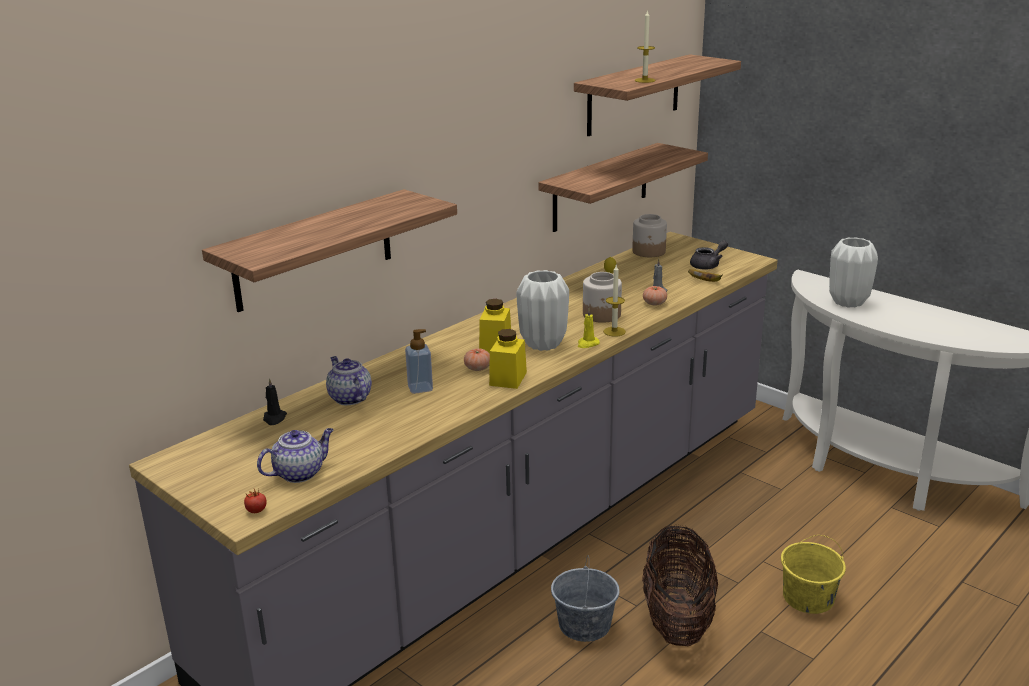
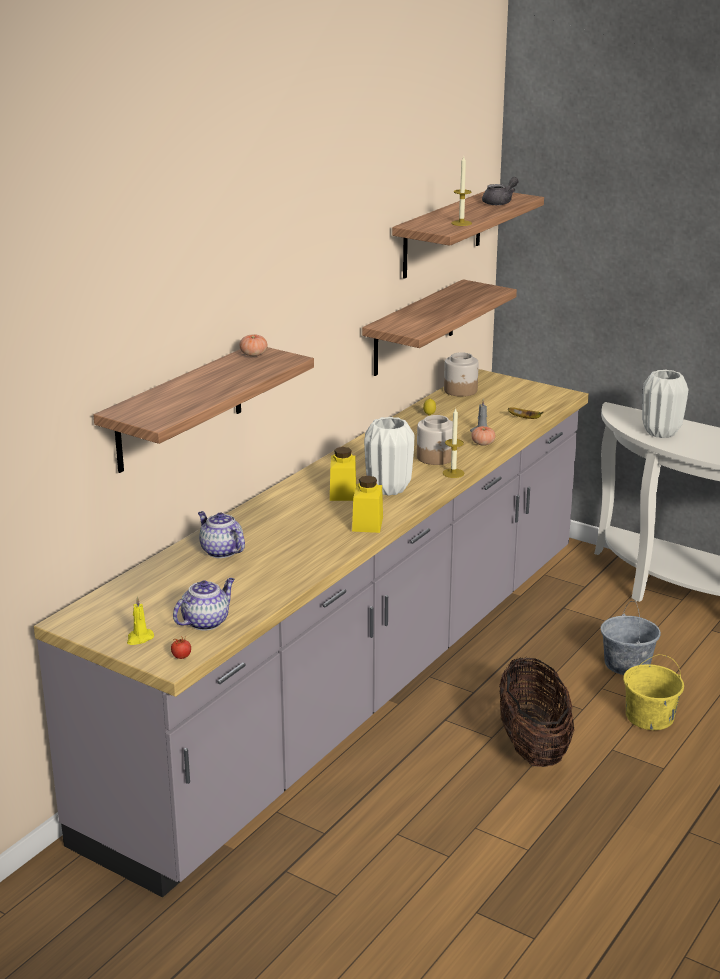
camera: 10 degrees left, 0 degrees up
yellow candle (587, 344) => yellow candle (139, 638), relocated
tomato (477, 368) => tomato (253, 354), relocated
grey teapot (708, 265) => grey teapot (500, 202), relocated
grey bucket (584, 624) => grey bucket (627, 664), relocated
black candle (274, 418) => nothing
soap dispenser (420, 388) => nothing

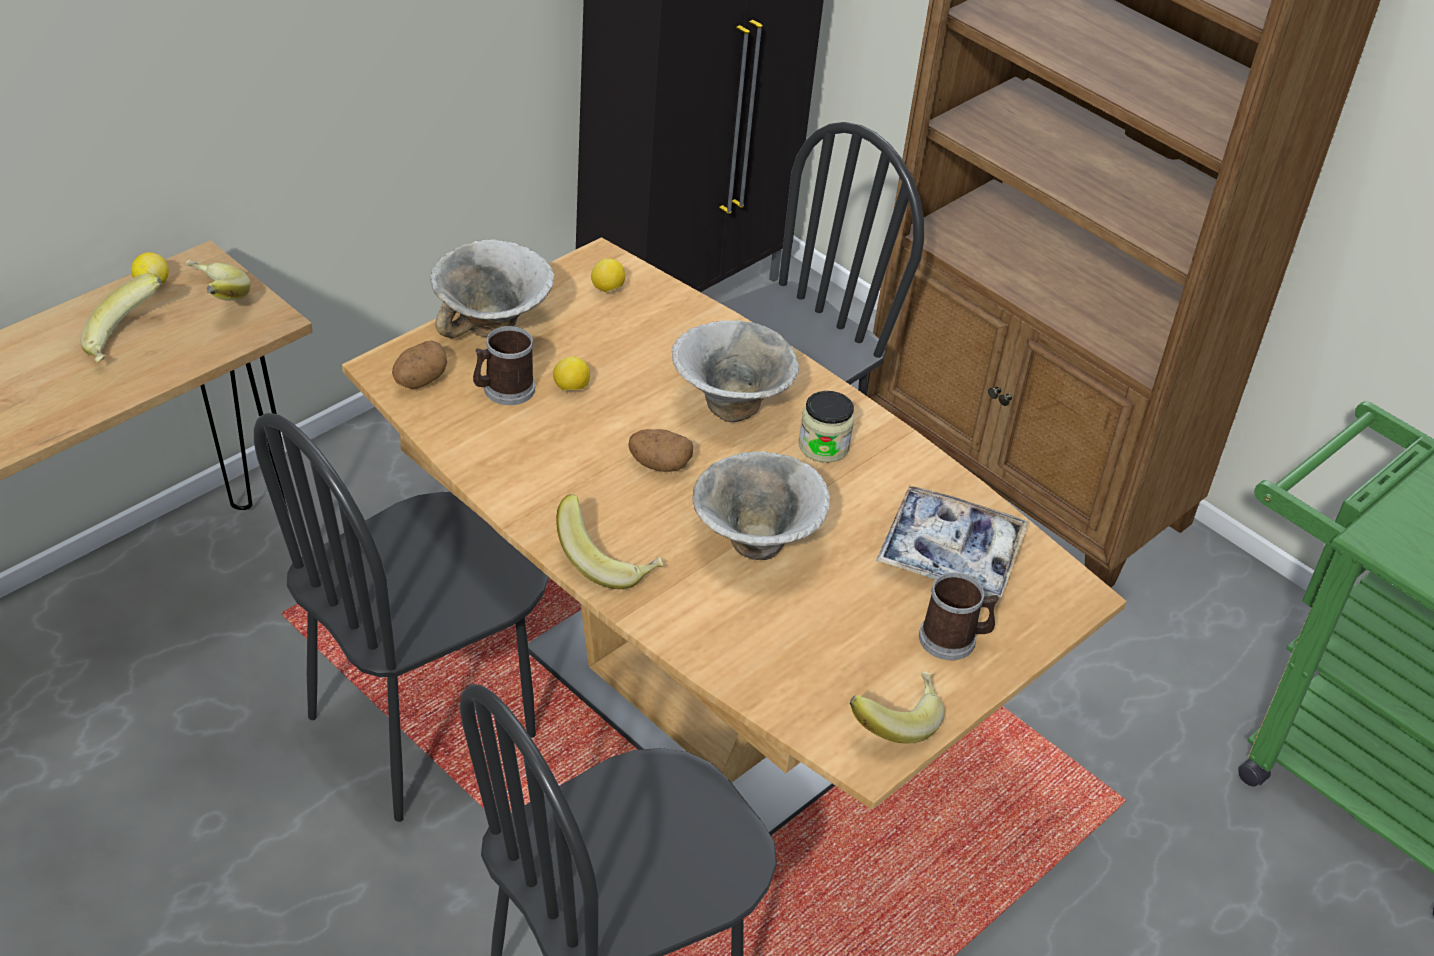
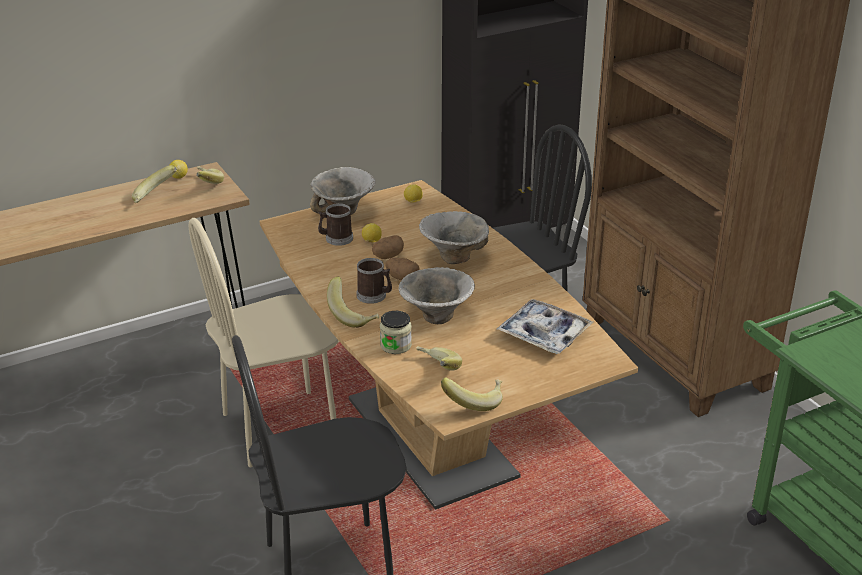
camera: 20 degrees right, 10 degrees down
black chair (422, 728) => beige chair (280, 427)
mug (954, 639) => mug (374, 296), relocated
potato (419, 380) => potato (387, 256), relocated
jar (823, 446) => jar (396, 345), relocated
nothing => banana (436, 370)

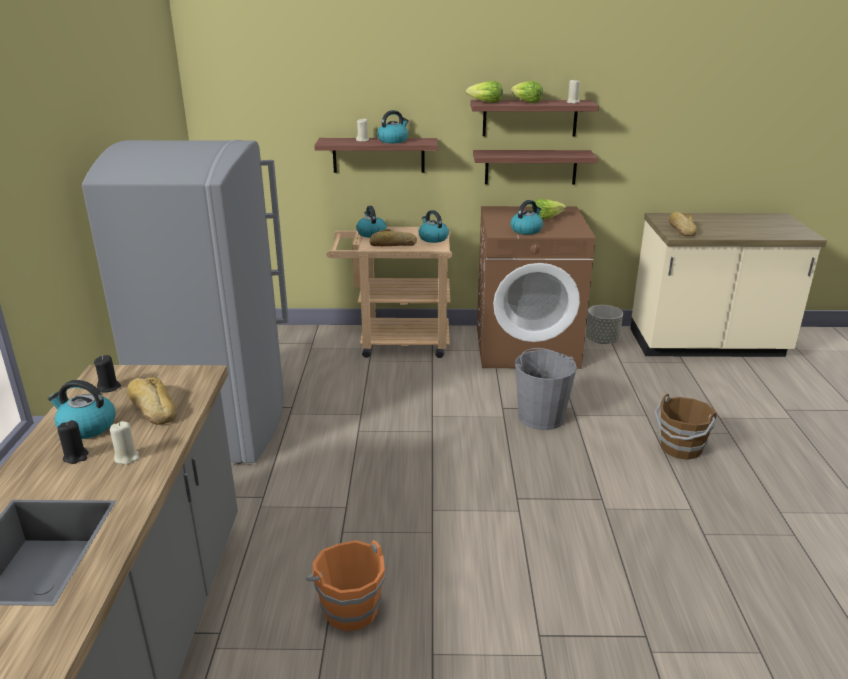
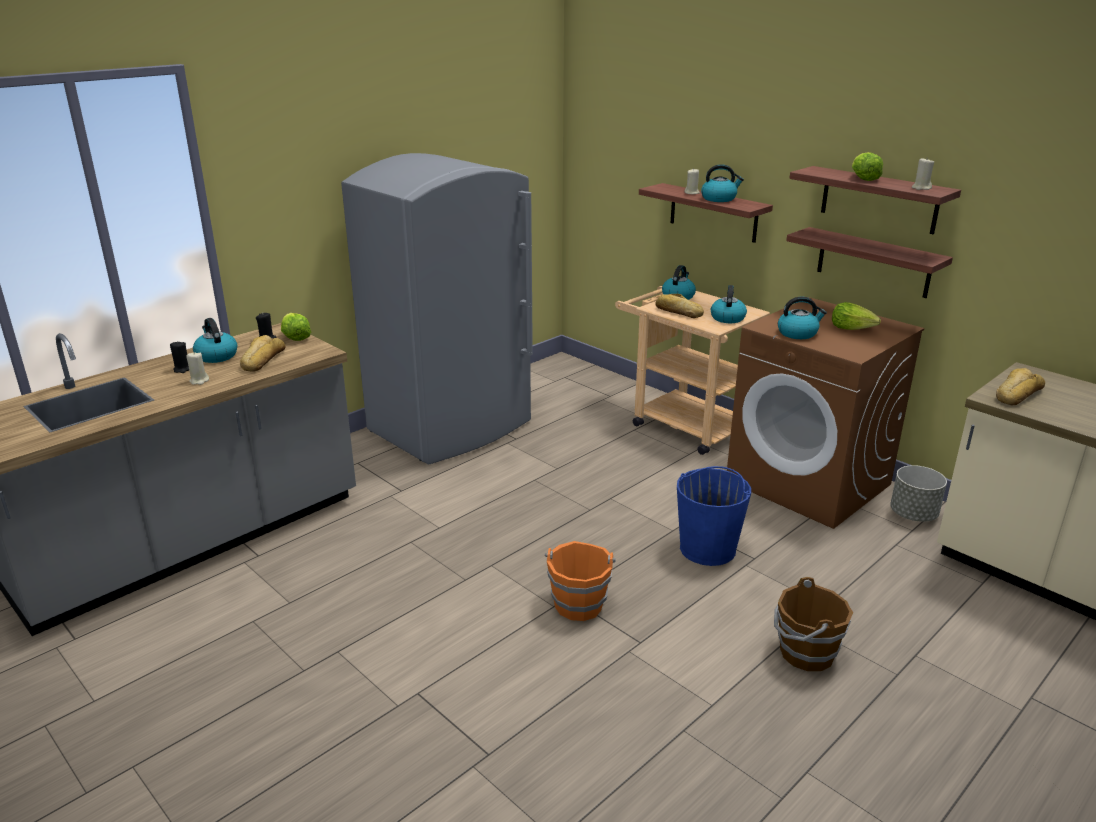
camera: 45 degrees right, 0 degrees up
lettuce (485, 102) => lettuce (295, 337), relocated
orange bucket (349, 609) => orange bucket (579, 603), relocated
grey bucket (541, 417) => blue bucket (708, 548)

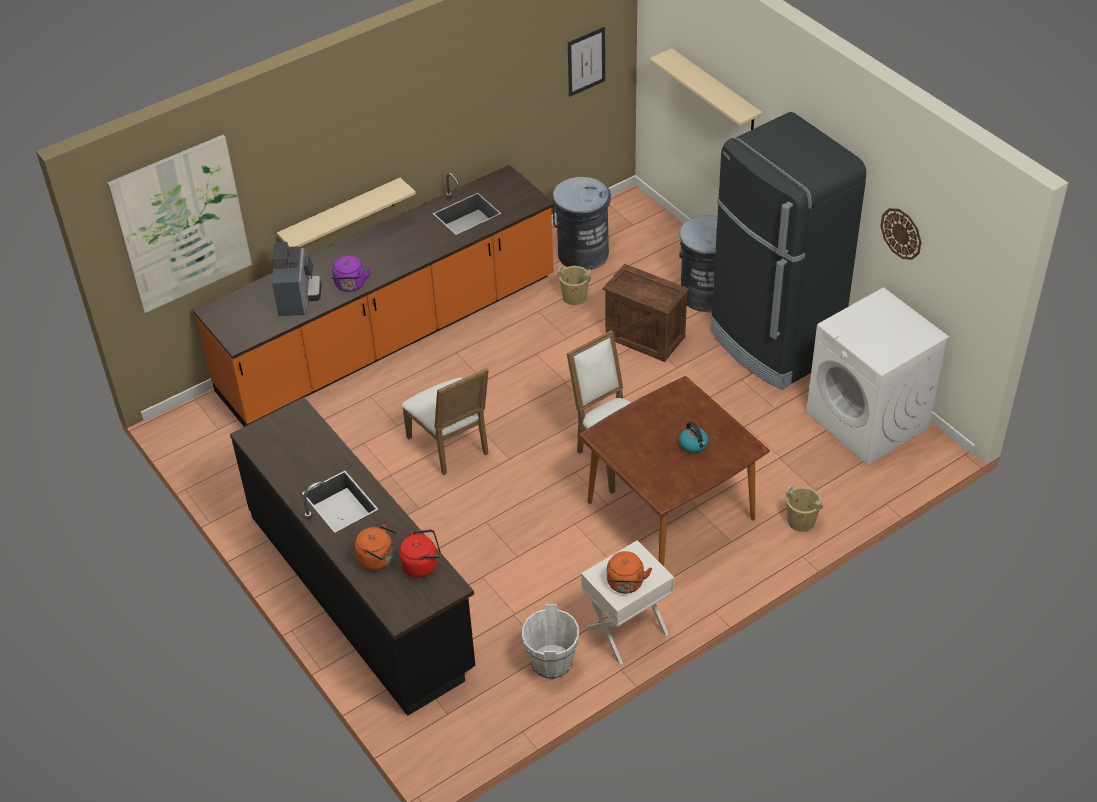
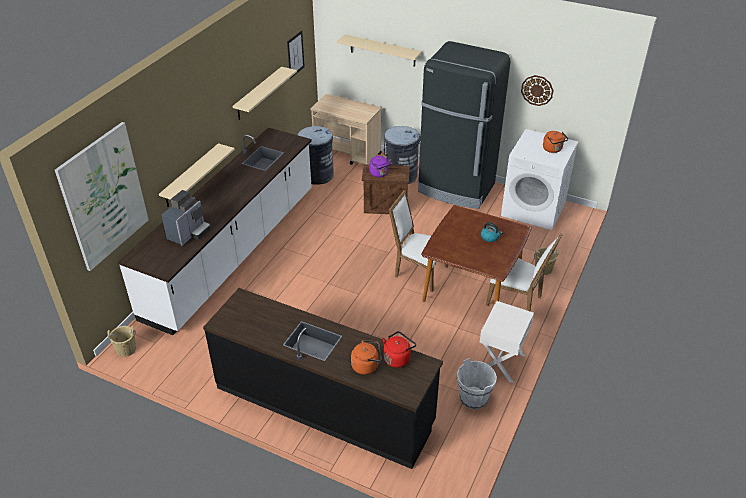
camera: 30 degrees left, 5 degrees down
beige bucket (574, 297) => beige bucket (126, 349), relocated
orange counter (390, 336) => white counter (233, 251)
coffee machine (298, 298) => coffee machine (189, 233), 60 degrees clockwise
nothing => beige shelf (258, 93)
nothing => beige cart (347, 154)
purple kettle (350, 285) => purple kettle (380, 174), relocated
white chair (452, 447) => white chair (517, 300), relocated
orange kettle (625, 584) => orange kettle (553, 149), relocated

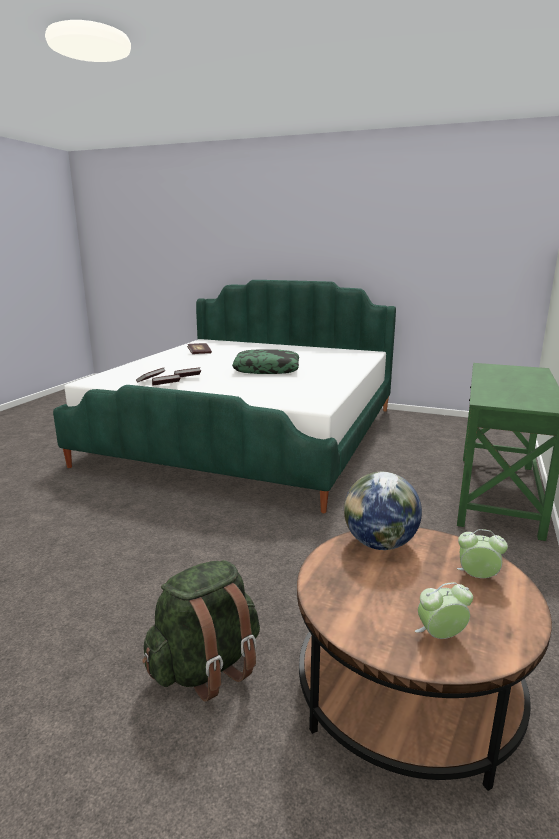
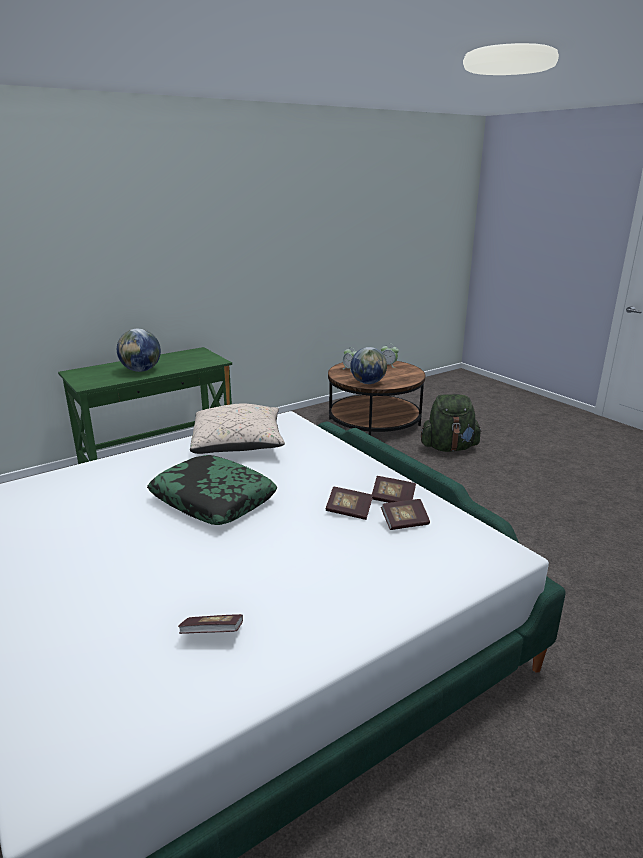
camera: 145 degrees left, 5 degrees up
nothing => globe (141, 370)
nothing => beige pillow (238, 444)

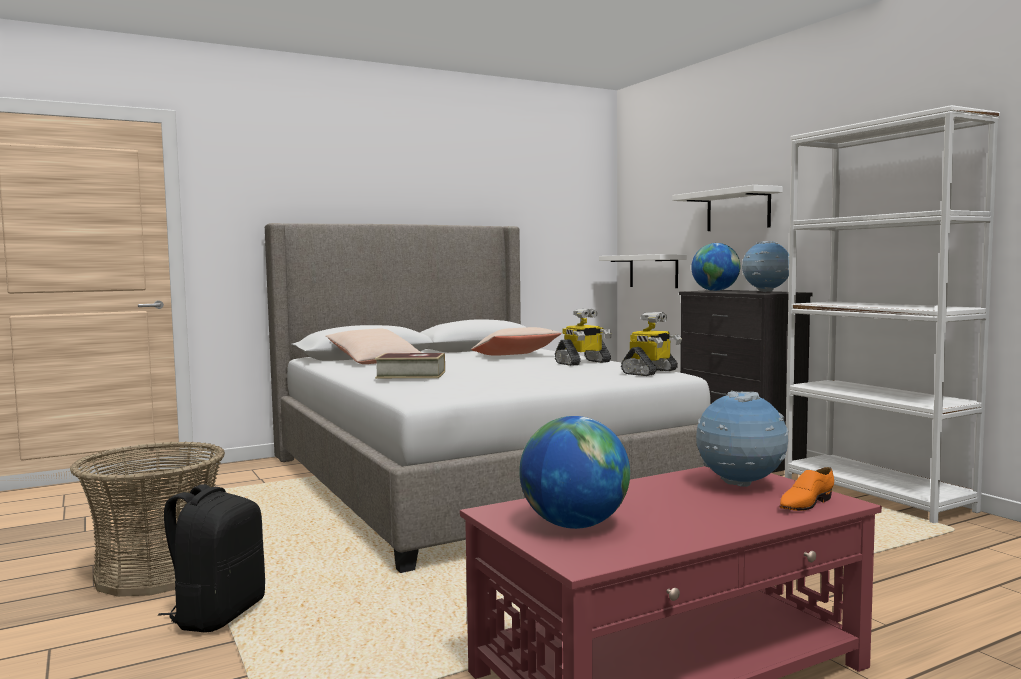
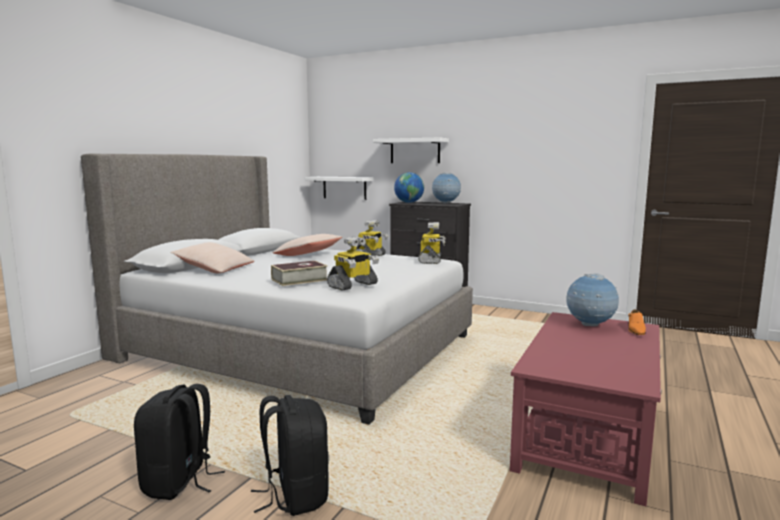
camera: 35 degrees left, 5 degrees up
basket (156, 572) => black backpack (179, 482)
nothing => toy robot (353, 285)
globe (574, 525) => nothing
white bookcase (876, 495) => nothing

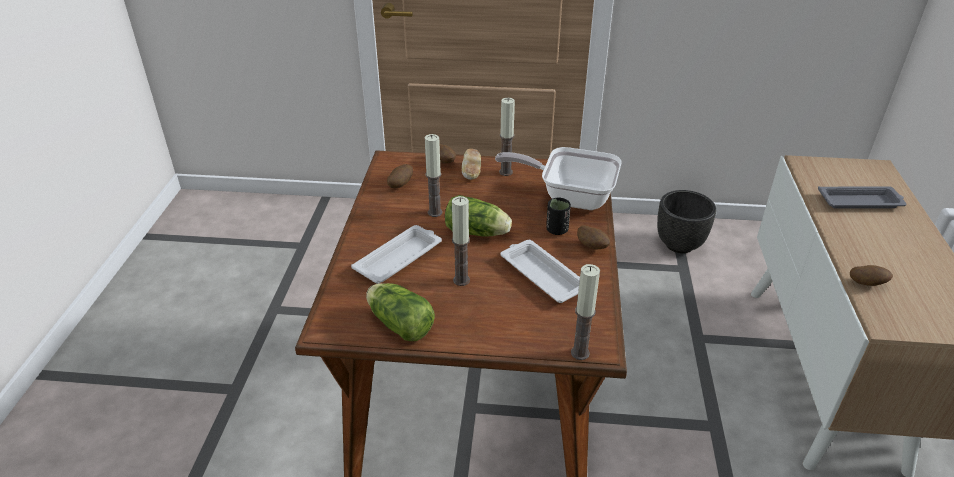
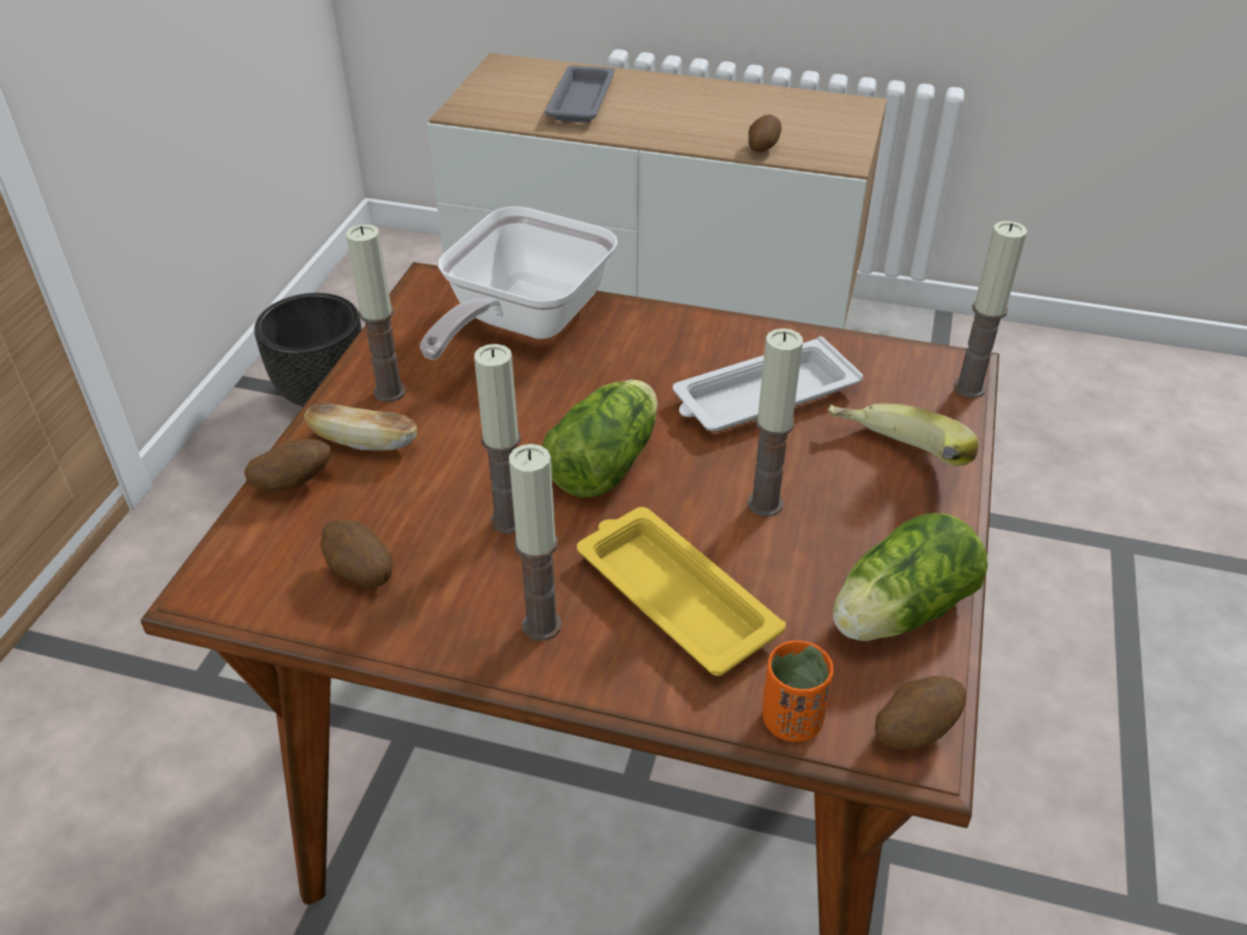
camera: 80 degrees left, 5 degrees up
nothing => candle (541, 625)
white tray (399, 258) => yellow tray (673, 596)
nothing => orange cup (791, 720)
nothing => banana (892, 464)
potato (592, 247) => potato (913, 731), relocated
black cup (557, 230) => nothing

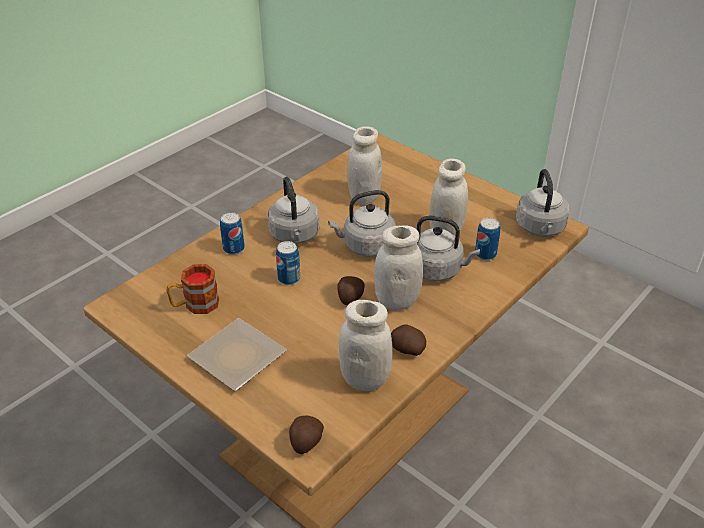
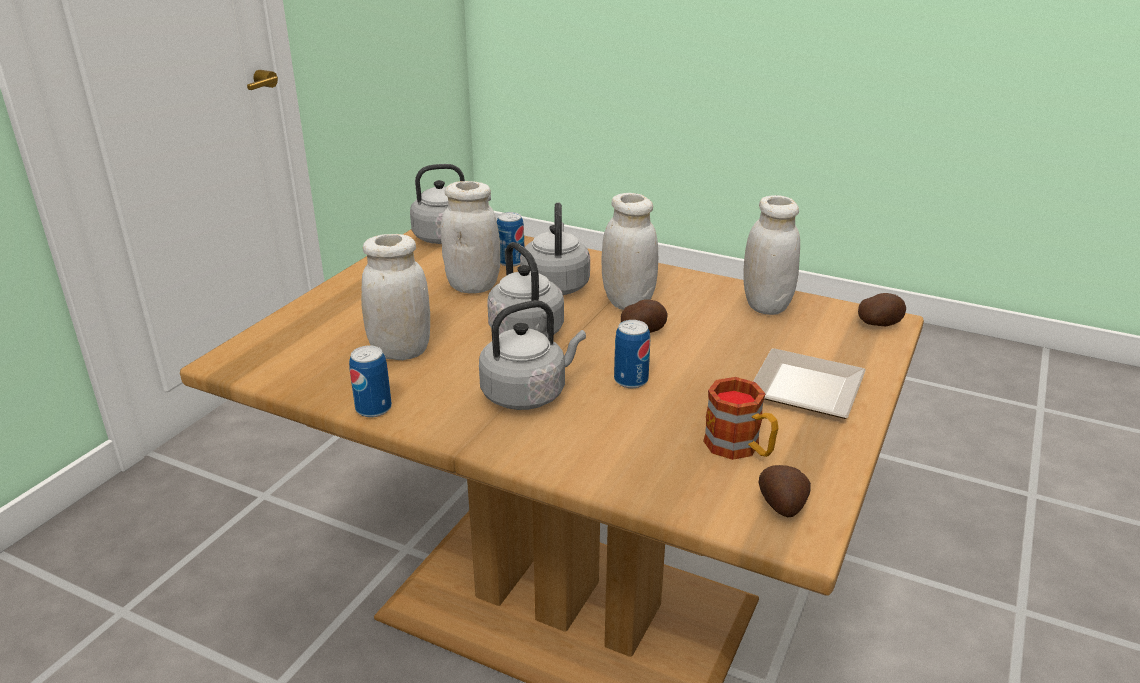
camera: 105 degrees left, 10 degrees down
can (234, 249) => can (373, 409), relocated
potato (406, 350) => potato (782, 506), relocated

